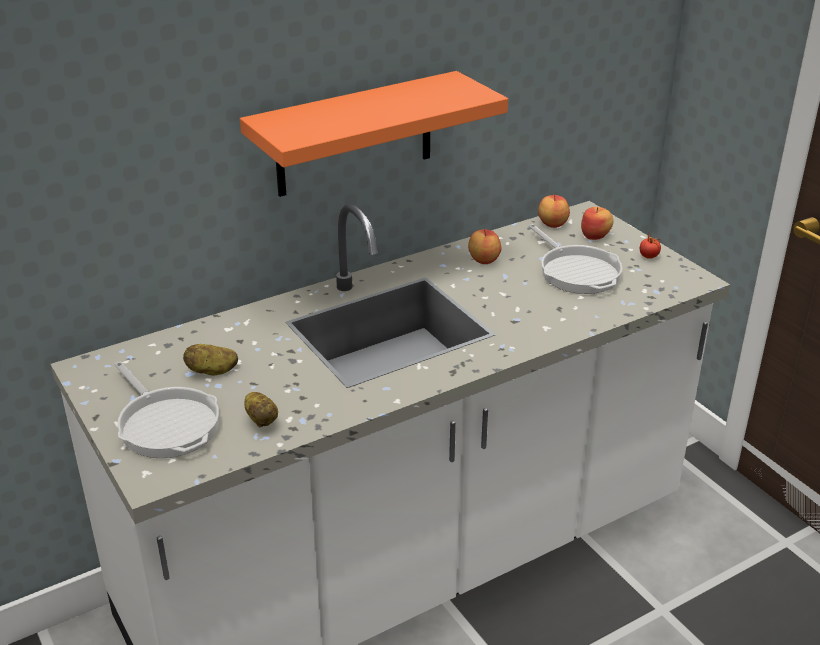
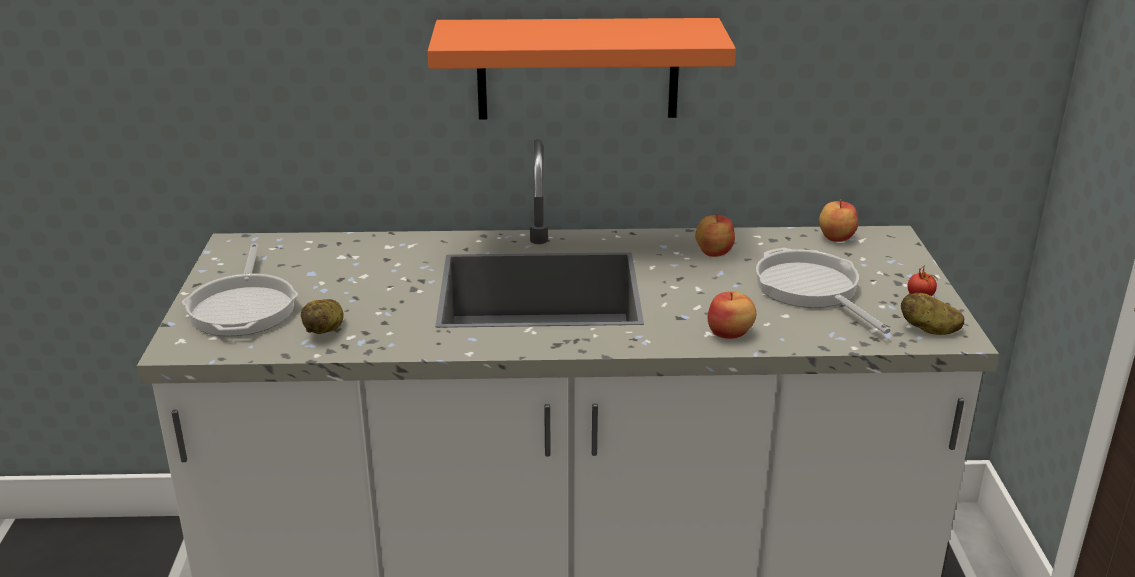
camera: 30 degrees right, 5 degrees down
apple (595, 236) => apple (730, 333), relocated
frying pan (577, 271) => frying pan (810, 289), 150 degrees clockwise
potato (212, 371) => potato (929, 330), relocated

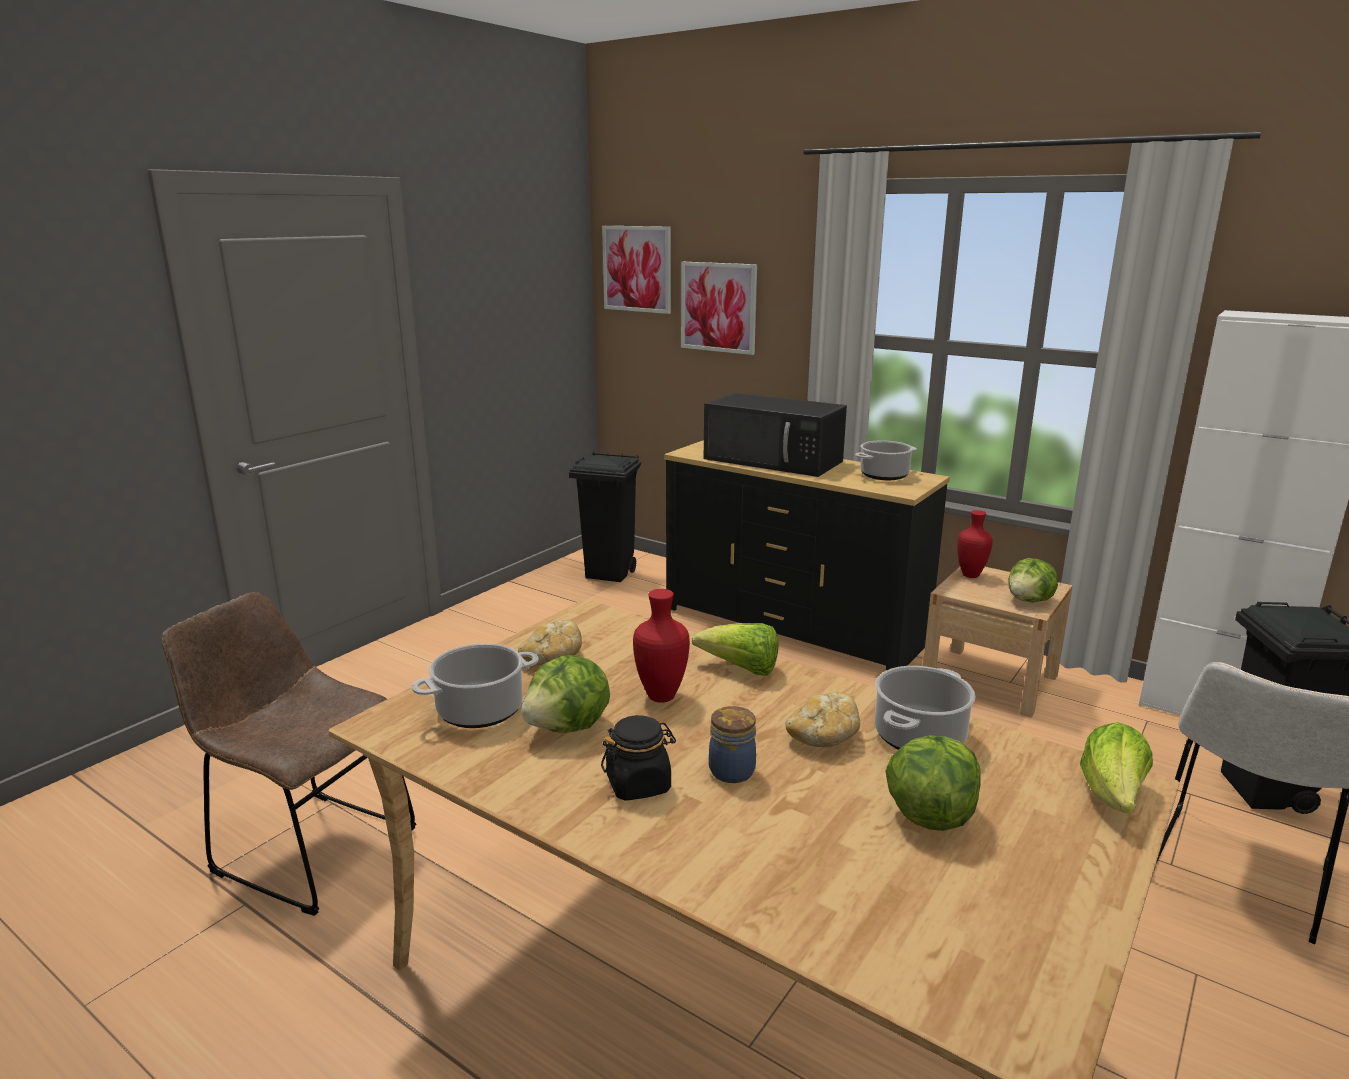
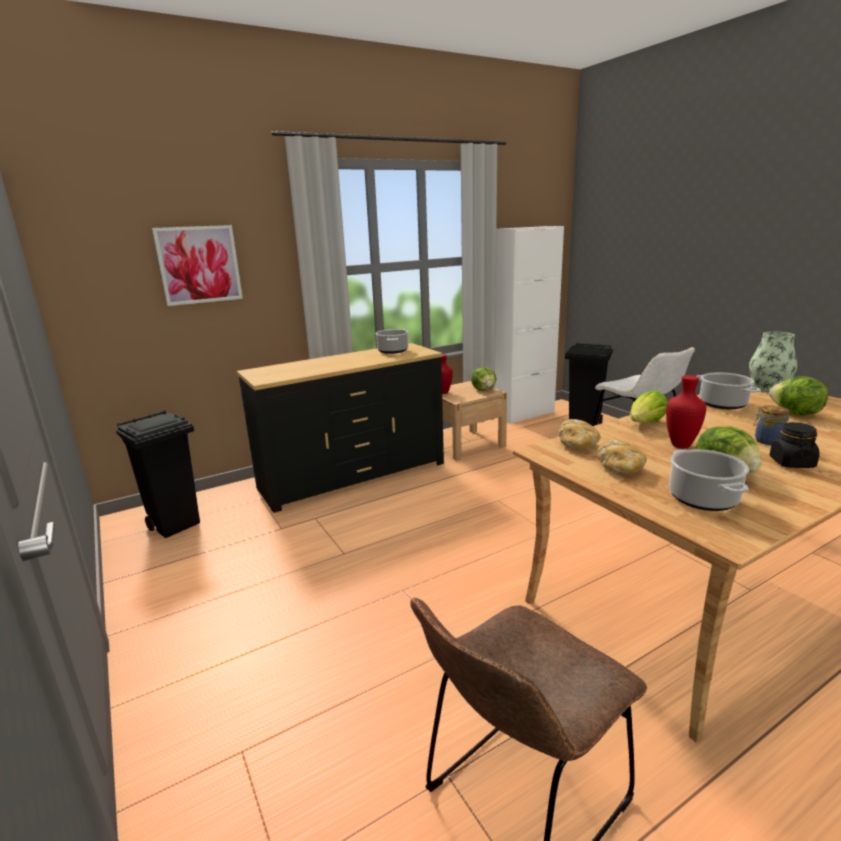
camera: 65 degrees left, 0 degrees up
bread (823, 738) => bread (577, 445), relocated
lettuce (1112, 797) => vase (768, 388)
picture (637, 269) => nothing
black microwave (775, 460) => nothing

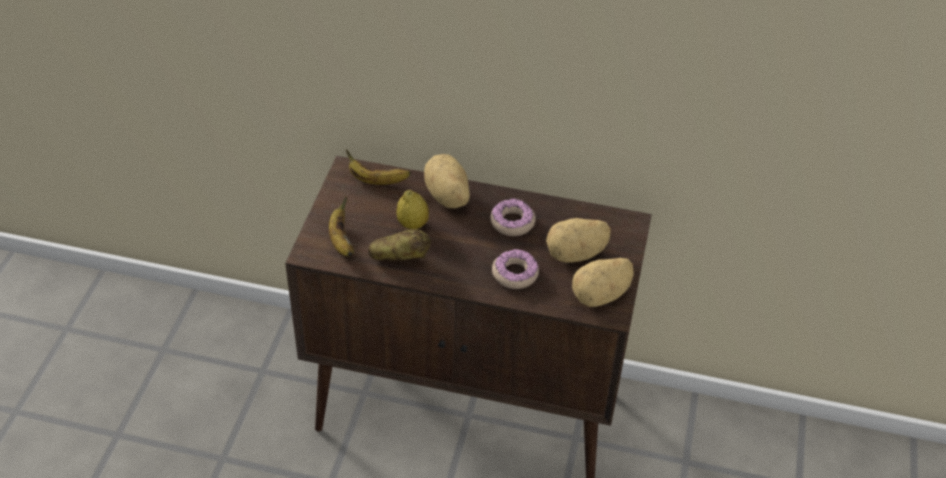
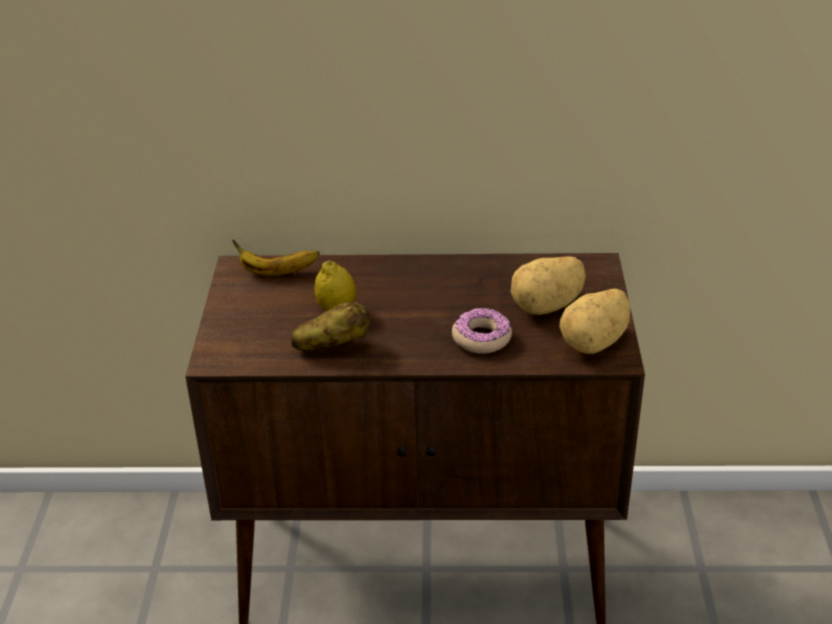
camera: 10 degrees left, 10 degrees down
banana (341, 240) => nothing
potato (446, 197) => nothing
donut (512, 222) => nothing

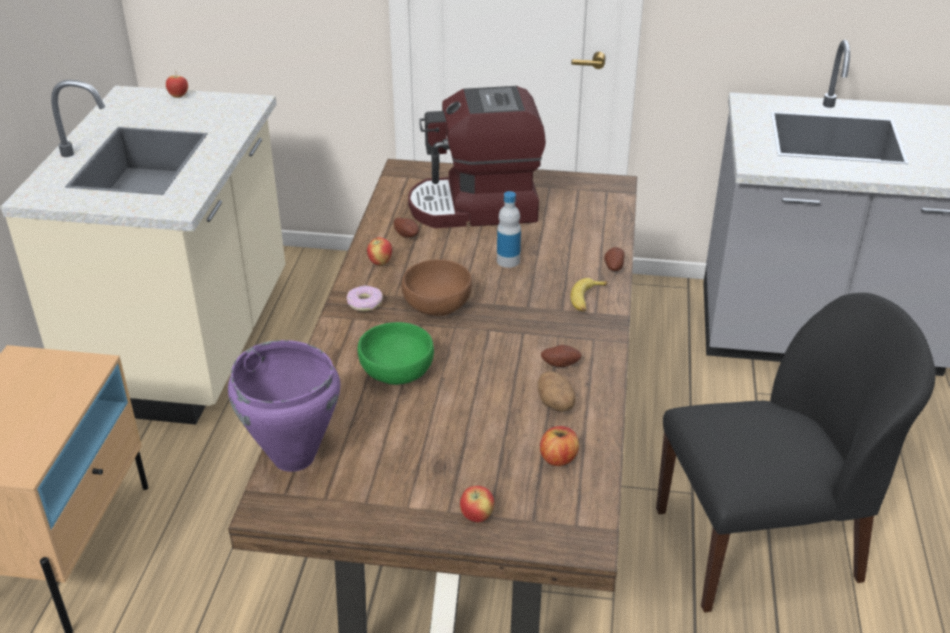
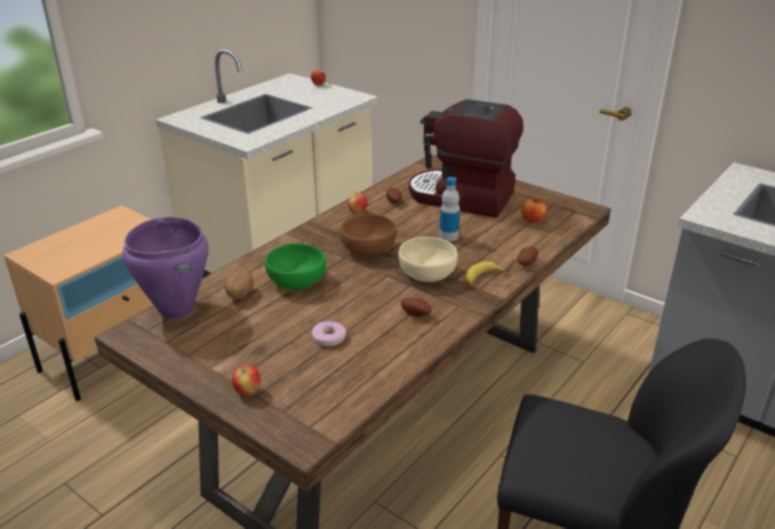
camera: 30 degrees right, 5 degrees down
potato (556, 404) => potato (239, 294), relocated
donut (365, 303) => donut (328, 338), relocated
nothing => beige bowl (427, 274)
apple (558, 458) => apple (532, 219), relocated

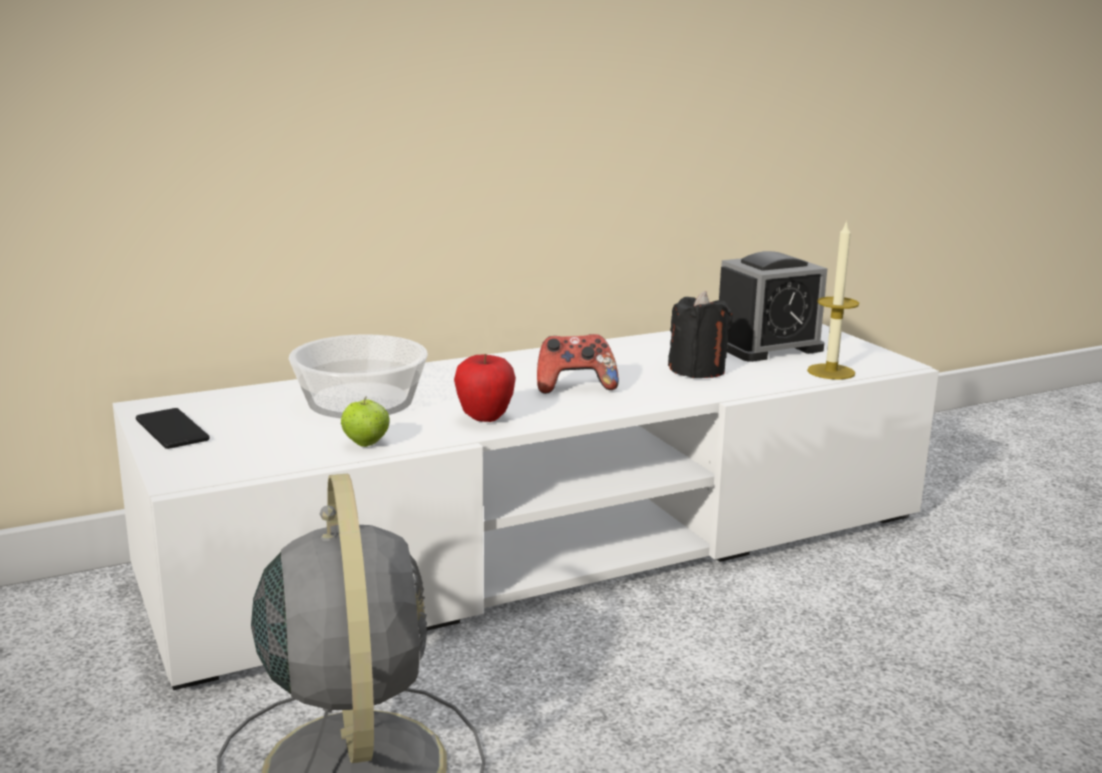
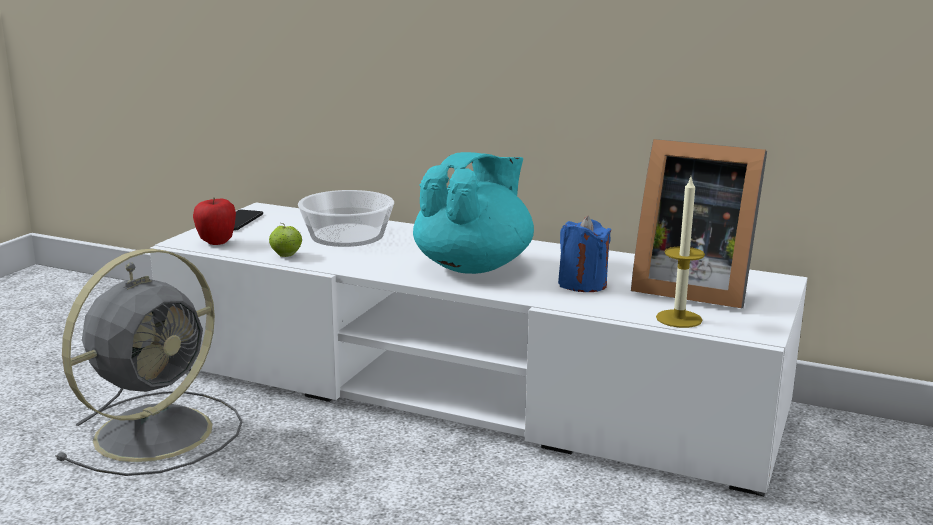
camera: 50 degrees right, 0 degrees up
apple (484, 418) => apple (216, 242), relocated
game controller (575, 387) => turquoise teapot (474, 266)
black candle (697, 370) => blue candle (582, 284)
alarm clock (767, 347) => picture frame (690, 288)

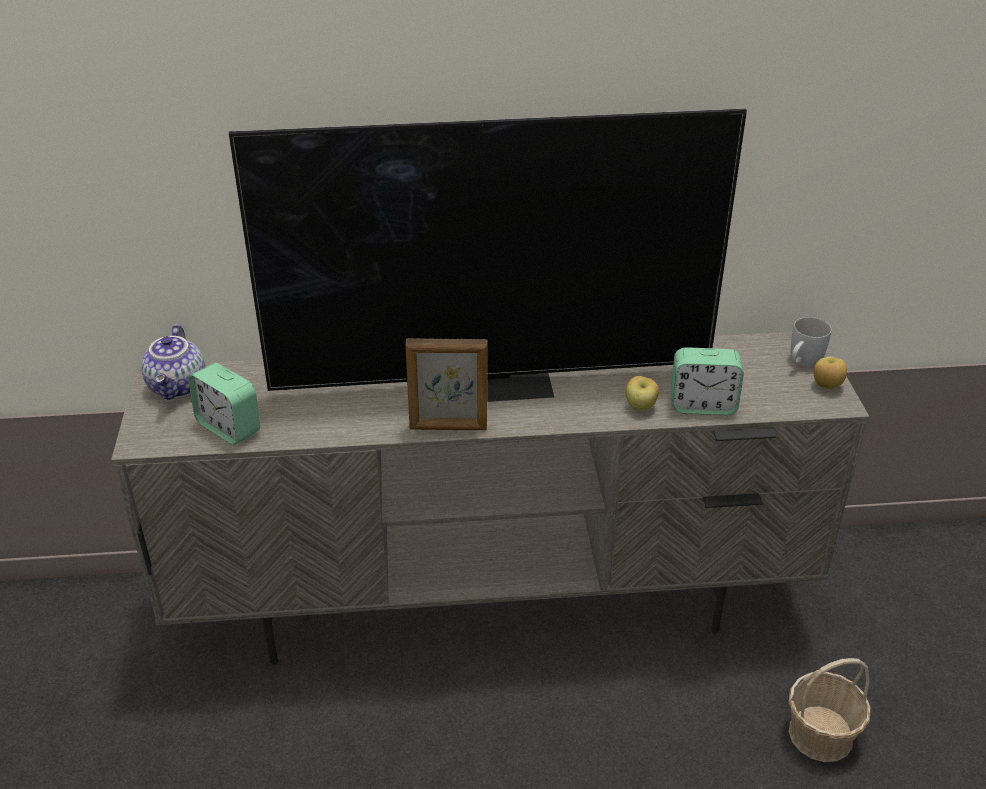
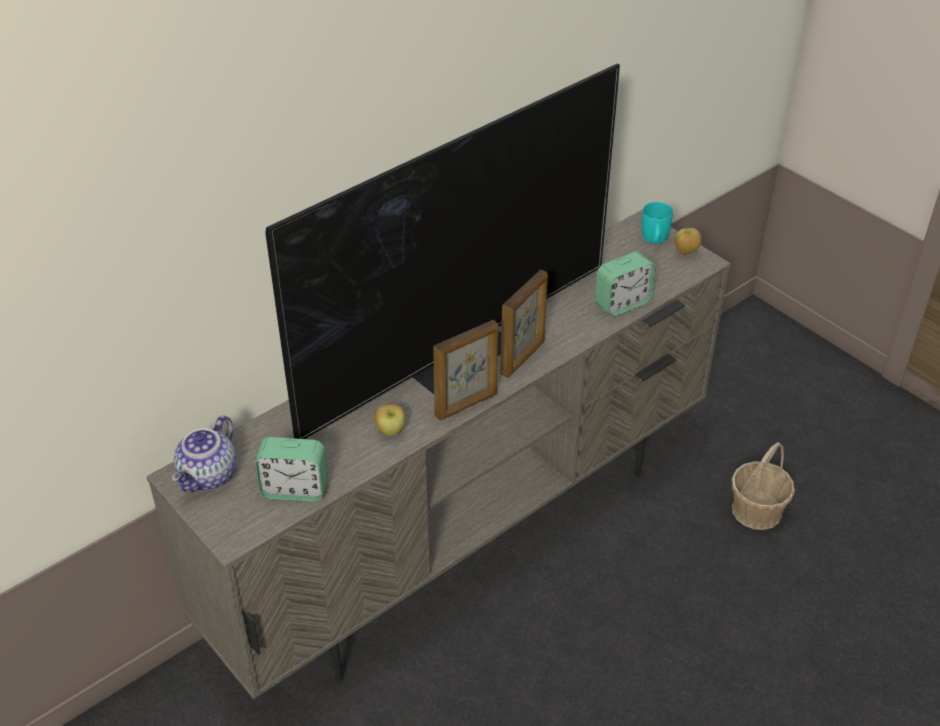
camera: 35 degrees left, 5 degrees up
teapot (179, 387) => teapot (209, 476), 60 degrees clockwise
apple (640, 407) => apple (391, 431), relocated
nothing => picture frame (523, 358)
white mug (802, 362) => turquoise mug (654, 240)

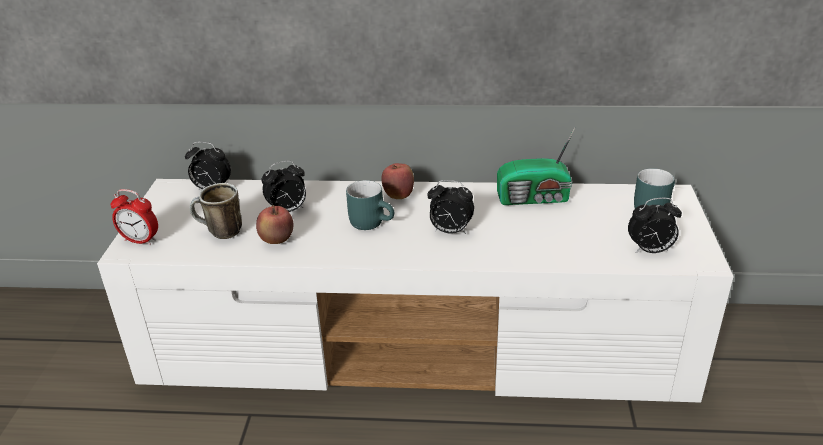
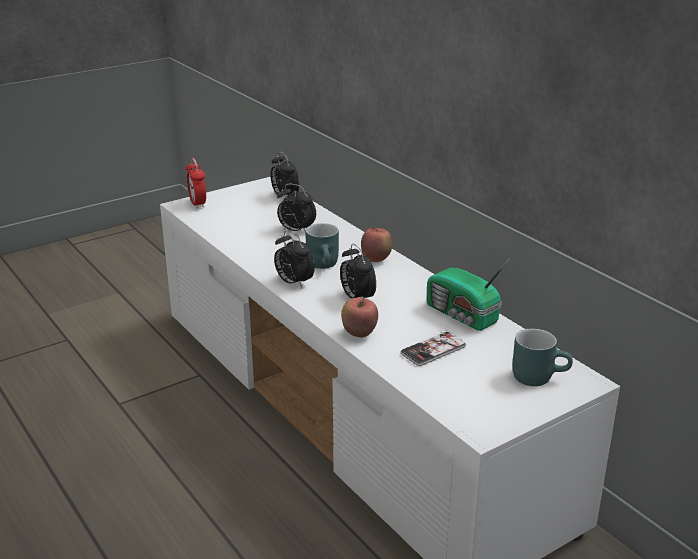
camera: 50 degrees right, 5 degrees down
alarm clock (650, 251) => alarm clock (293, 283), relocated
apple (277, 241) => apple (359, 334), relocated
nothing => phone (433, 350)
mug (219, 233) => nothing

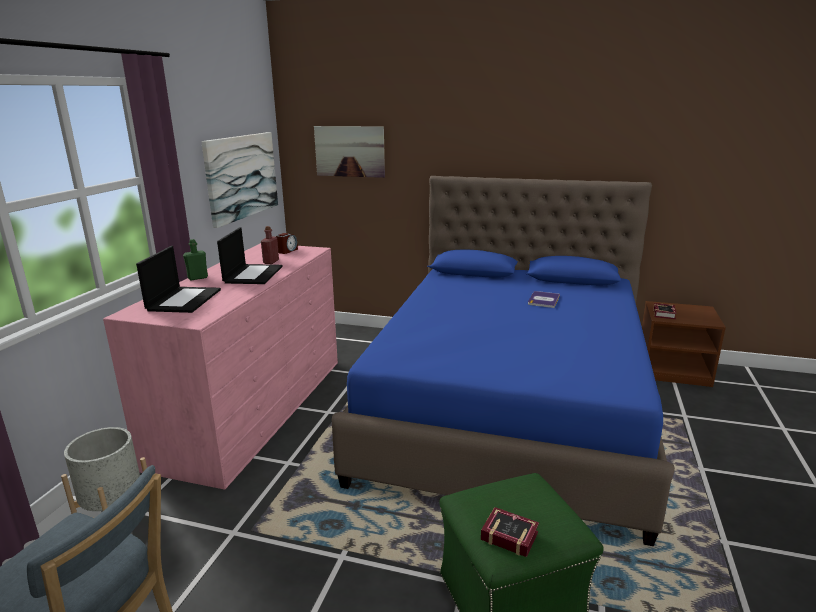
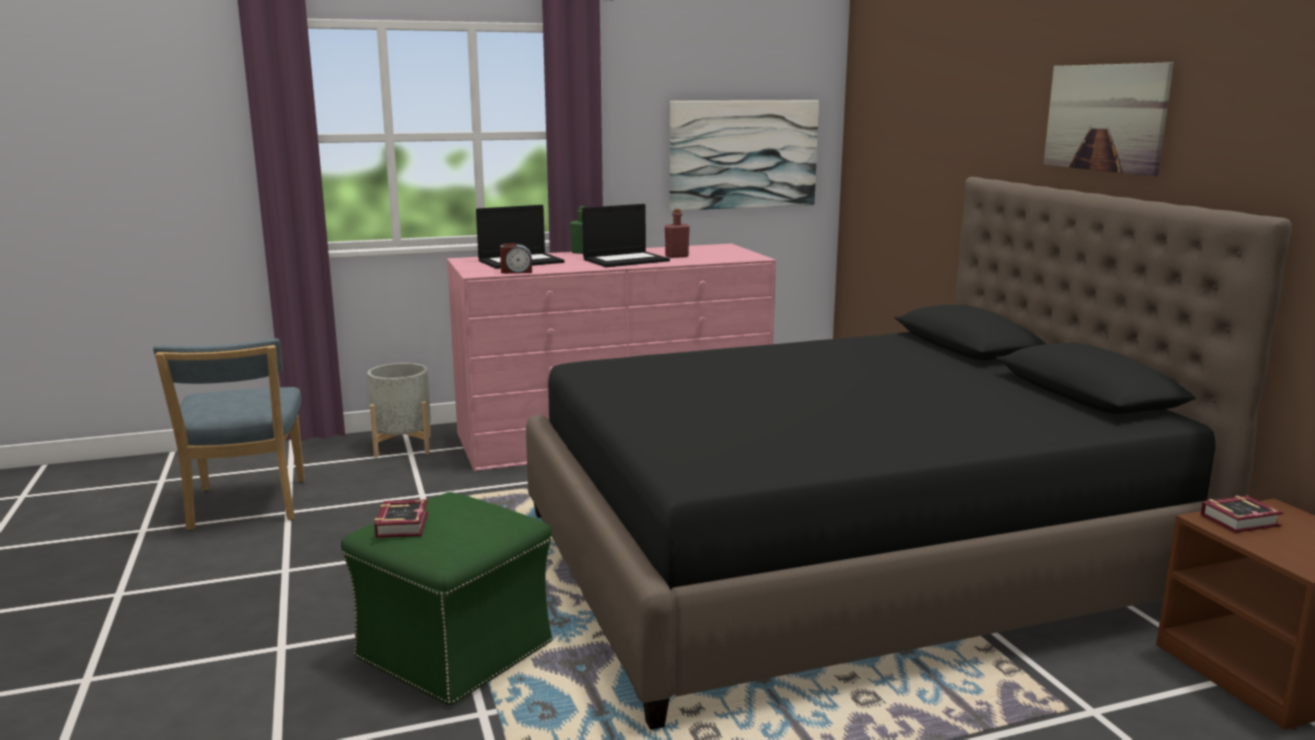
camera: 55 degrees right, 5 degrees down
alarm clock (287, 251) => alarm clock (516, 272), relocated
blue bed (510, 409) => black bed (843, 559)
picture (349, 151) => picture (1105, 117), relocated
book (543, 300) => nothing

